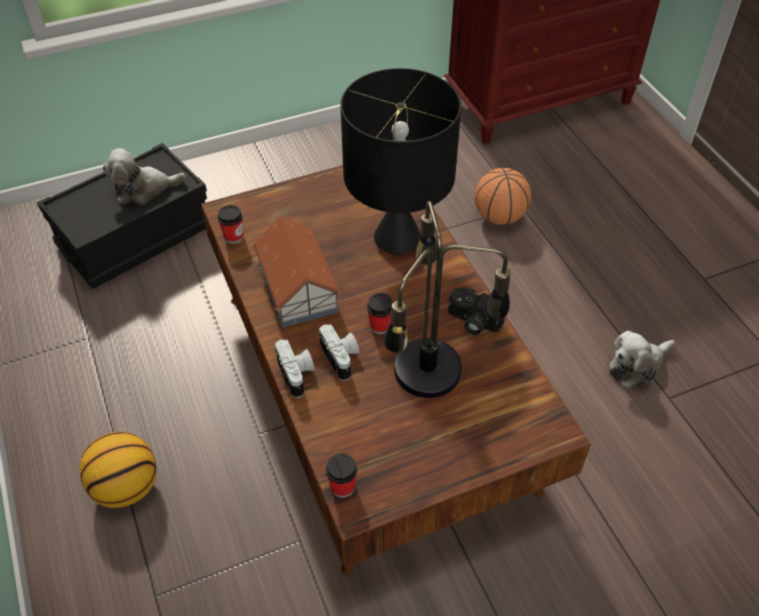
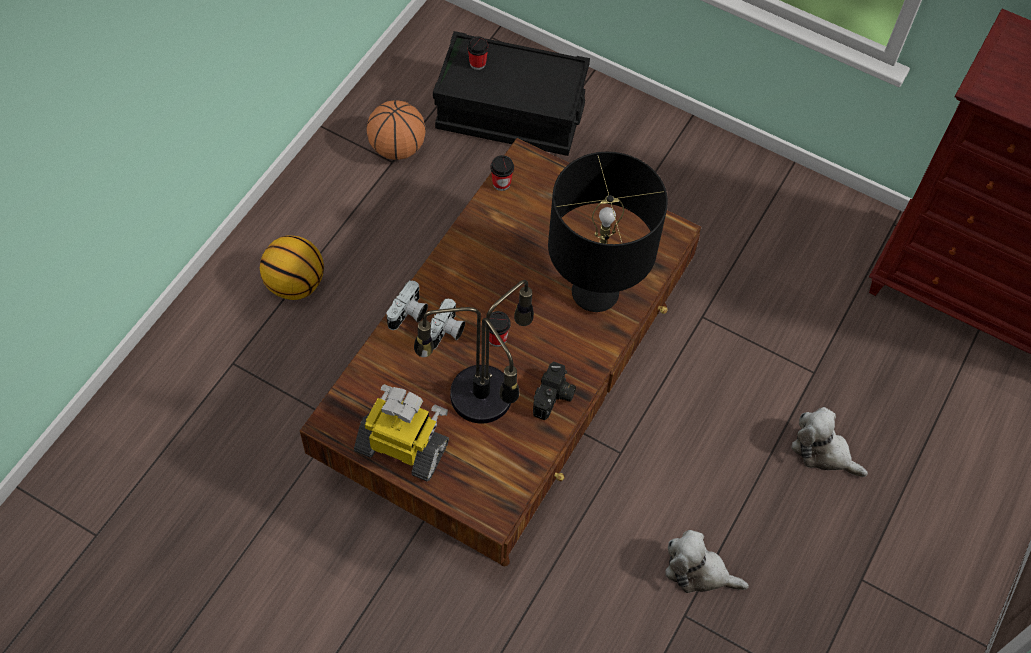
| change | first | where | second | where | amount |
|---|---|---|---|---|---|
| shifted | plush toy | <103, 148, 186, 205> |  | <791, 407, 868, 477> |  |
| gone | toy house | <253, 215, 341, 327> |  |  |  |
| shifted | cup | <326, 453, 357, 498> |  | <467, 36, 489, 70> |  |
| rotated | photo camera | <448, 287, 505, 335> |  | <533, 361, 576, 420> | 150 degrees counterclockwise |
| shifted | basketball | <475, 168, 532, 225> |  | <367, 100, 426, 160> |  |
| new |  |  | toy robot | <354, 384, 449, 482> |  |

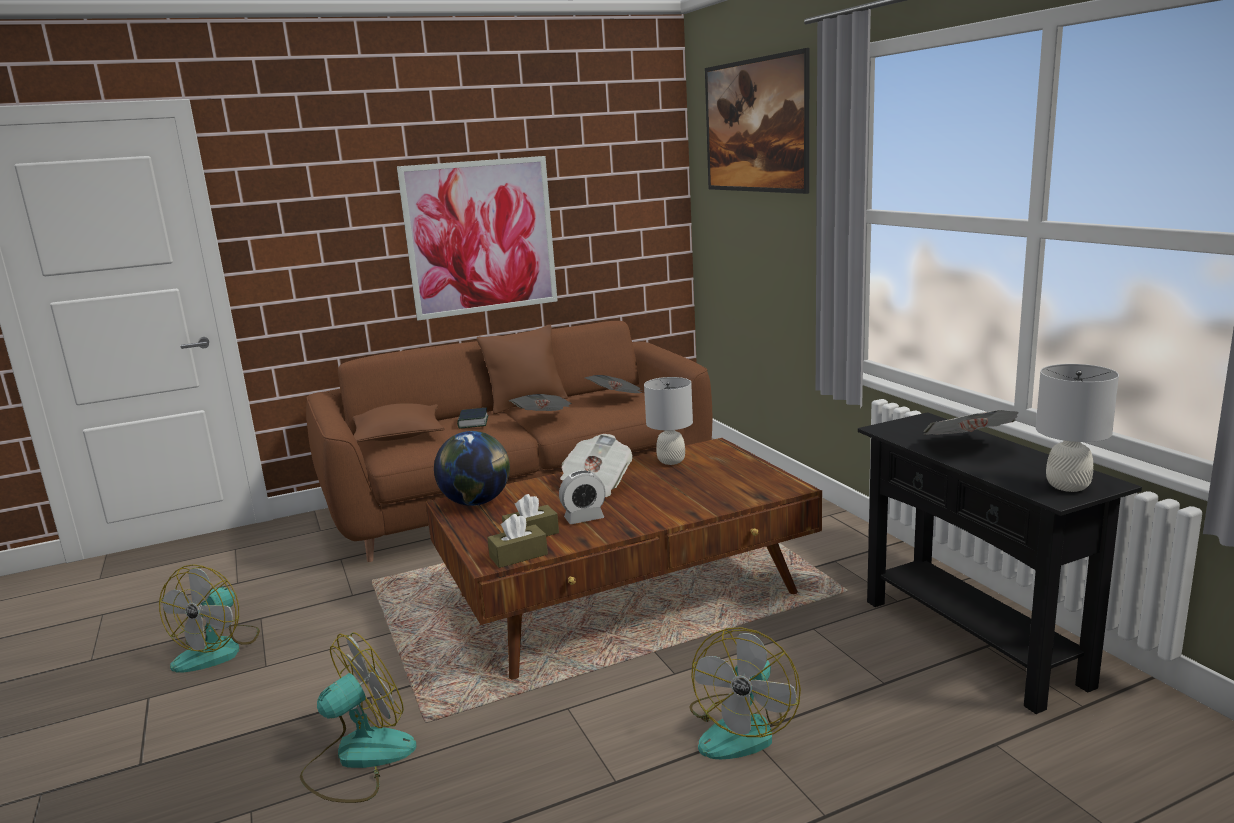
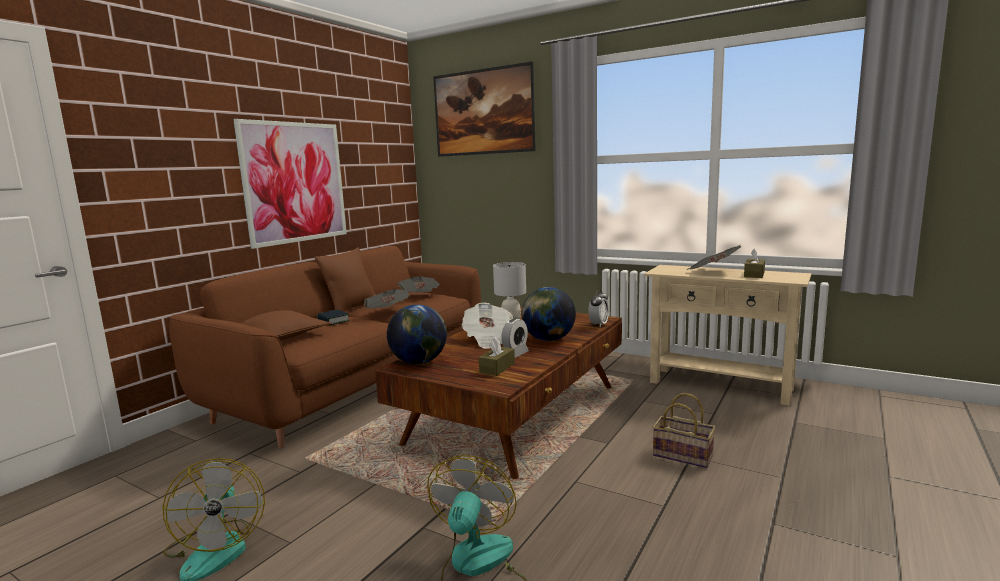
| change | first | where | second | where | amount |
|---|---|---|---|---|---|
| shifted | brown tissue box | <487, 514, 548, 568> |  | <744, 248, 765, 278> |  |
| swapped | fan | <690, 627, 801, 759> | basket | <652, 393, 715, 468> |  |
| repainted | black console table | <858, 412, 1142, 714> | beige console table | <644, 265, 811, 406> |  |
| gone | grey table lamp | <1036, 364, 1119, 492> |  |  |  |
| new |  |  | globe | <521, 287, 576, 341> |  |
| new |  |  | alarm clock | <588, 289, 609, 327> |  |

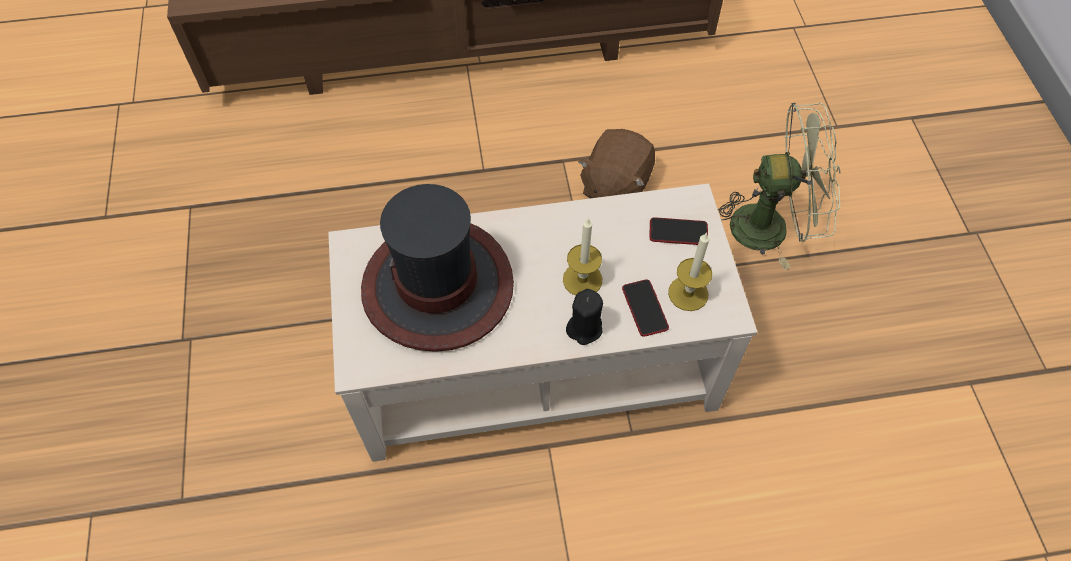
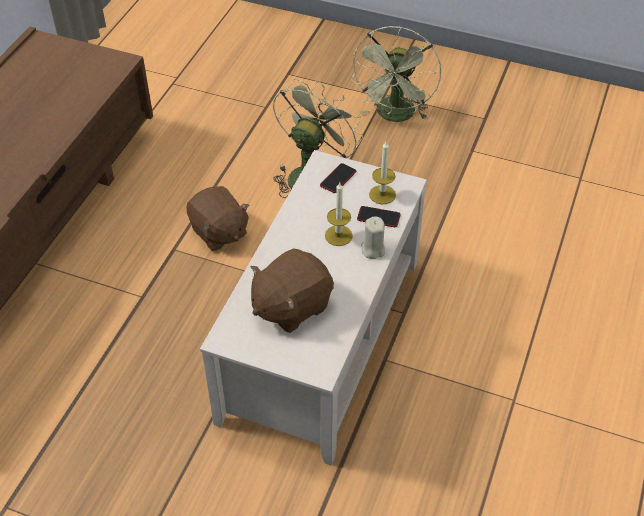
| change | first | where | second | where | amount |
|---|---|---|---|---|---|
| swapped | hat | <361, 184, 514, 352> | brown plush toy | <251, 249, 334, 333> |  |
| repainted | black candle | <566, 289, 603, 345> | beige candle | <361, 217, 385, 259> |  |
| new |  |  | green fan | <351, 26, 441, 122> |  |

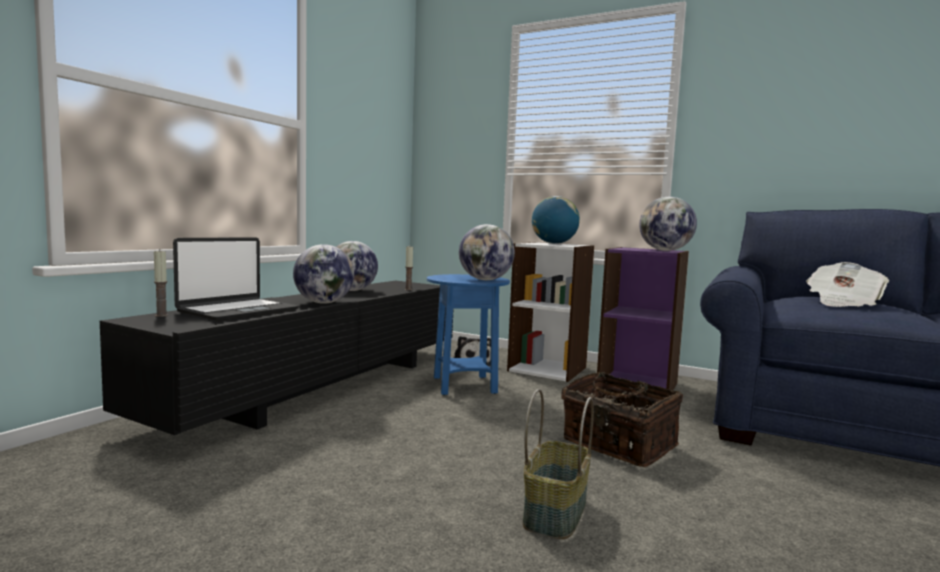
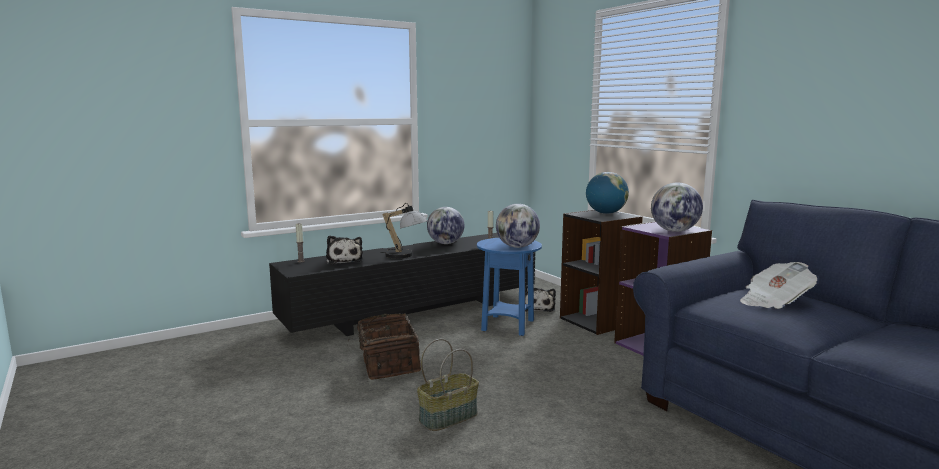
| change | first | where | second | where | amount |
|---|---|---|---|---|---|
| swapped | laptop | <173, 237, 299, 321> | plush toy | <326, 235, 363, 265> |  |
| swapped | globe | <293, 244, 354, 304> | table lamp | <380, 203, 427, 259> |  |
| repainted | white bookcase | <507, 242, 594, 382> | black bookcase | <560, 210, 643, 335> |  |
| shifted | basket | <561, 372, 683, 467> |  | <347, 313, 421, 380> |  |

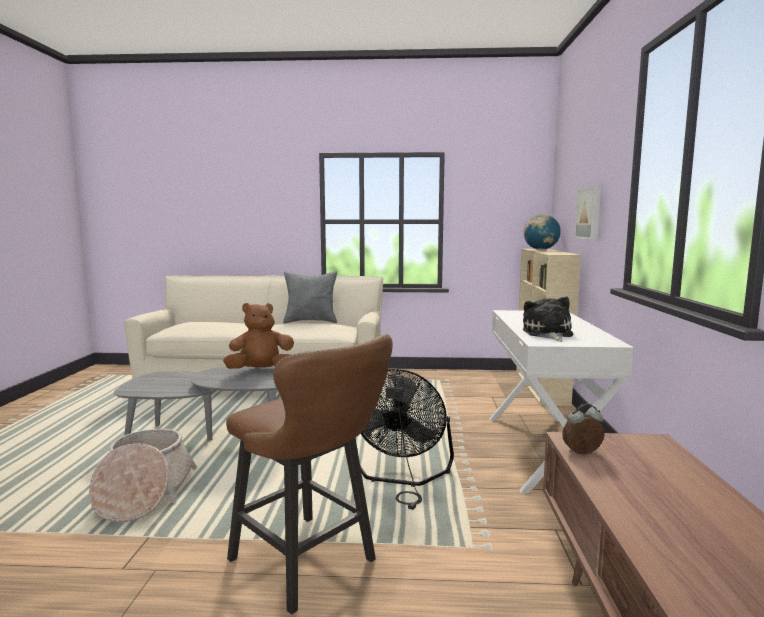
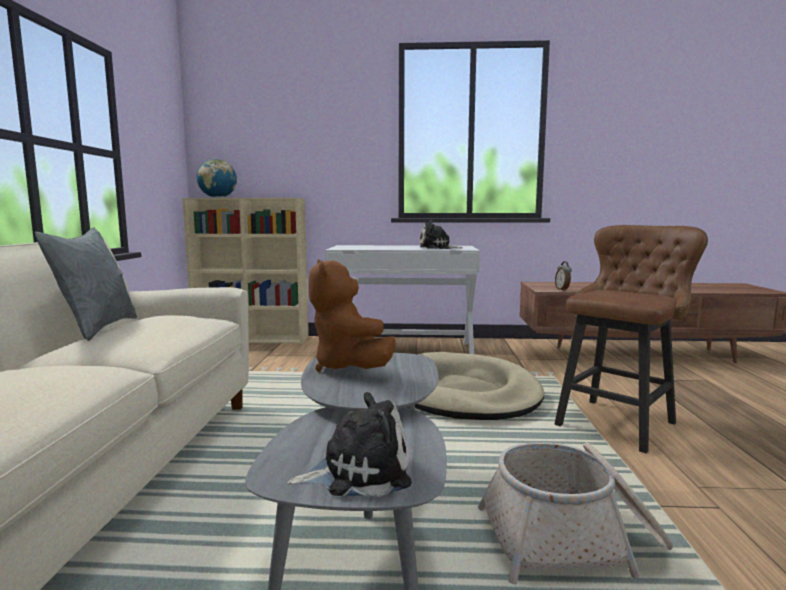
| change | first | where | second | where | amount |
|---|---|---|---|---|---|
| swapped | black fan | <360, 369, 454, 510> | beige dog bed | <415, 352, 544, 420> |  |
| gone | picture | <574, 186, 601, 240> |  |  |  |
| new |  |  | plush toy | <287, 392, 412, 497> |  |

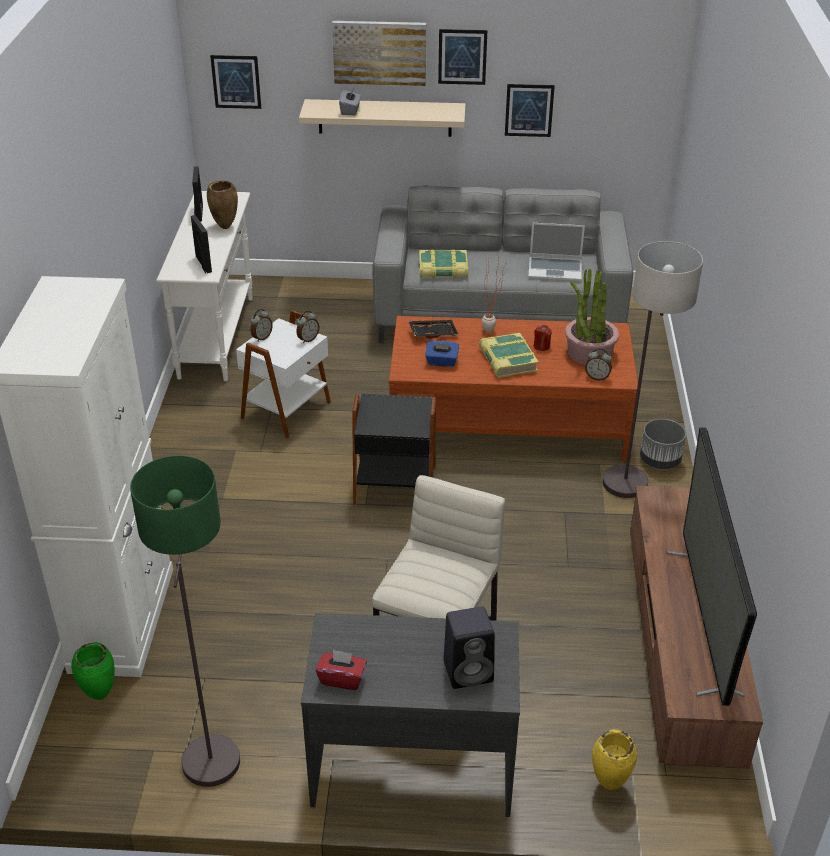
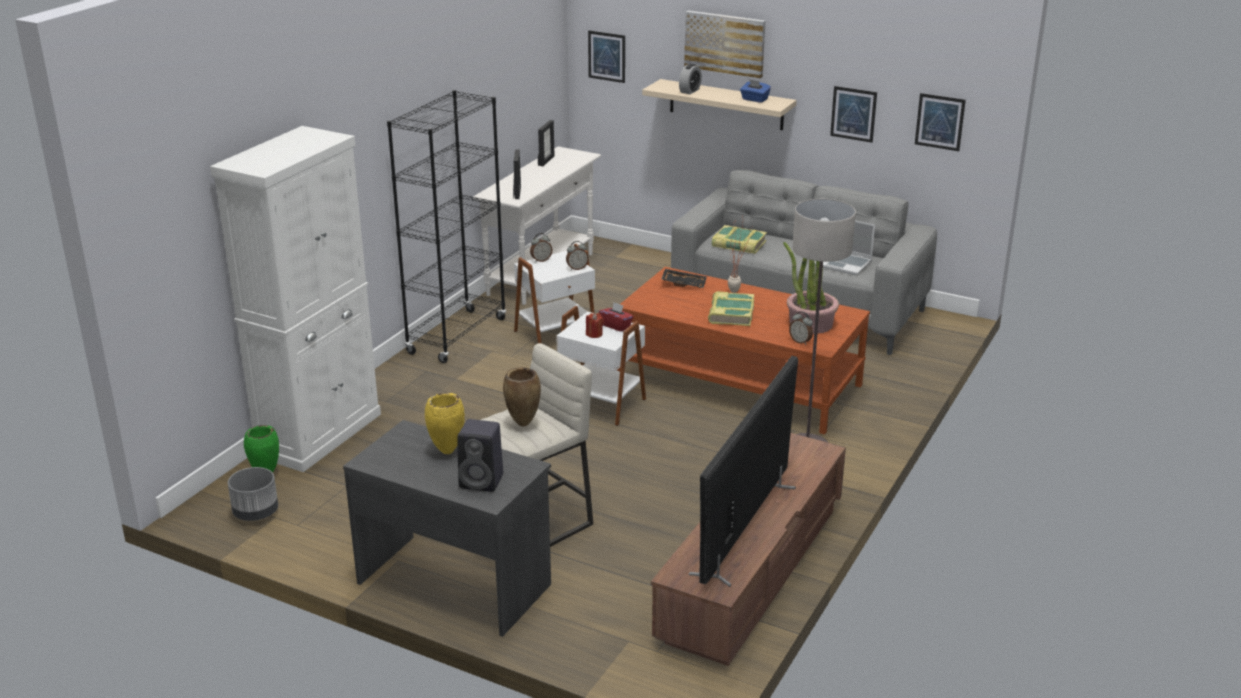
| change | first | where | second | where | amount |
|---|---|---|---|---|---|
| gone | green floor lamp | <130, 456, 240, 787> |  |  |  |
| shifted | brown vase | <207, 181, 238, 229> |  | <503, 367, 541, 427> |  |
| shifted | red tissue box | <315, 649, 367, 690> |  | <599, 302, 634, 332> |  |
| swapped | grey tissue box | <339, 88, 361, 115> | alarm clock | <679, 64, 702, 94> |  |
| repainted | black side table | <352, 394, 436, 506> | white side table | <556, 306, 646, 426> |  |
| shifted | blue tissue box | <425, 341, 459, 367> |  | <740, 79, 771, 103> |  |
| shifted | picture | <438, 29, 487, 85> |  | <915, 93, 966, 151> |  |
| shifted | red candle | <534, 325, 552, 351> |  | <586, 313, 604, 338> |  |
| shifted | yellow vase | <592, 729, 637, 790> |  | <425, 393, 465, 454> |  |
| shifted | grey planter | <640, 419, 686, 469> |  | <228, 467, 278, 521> |  |
| new |  |  | black bookcase | <387, 90, 506, 363> |  |

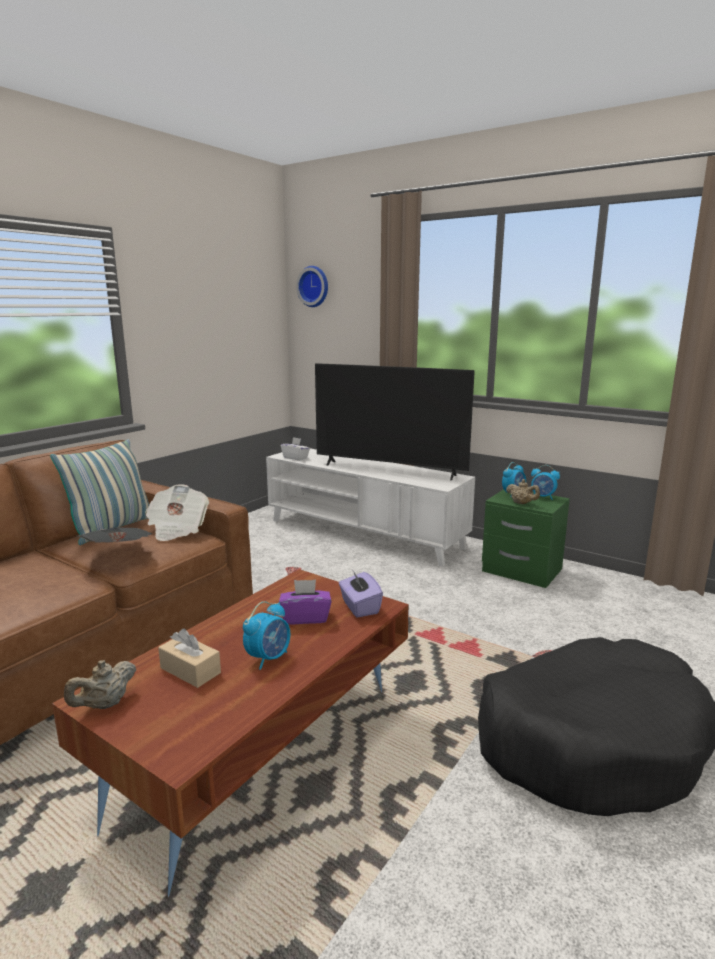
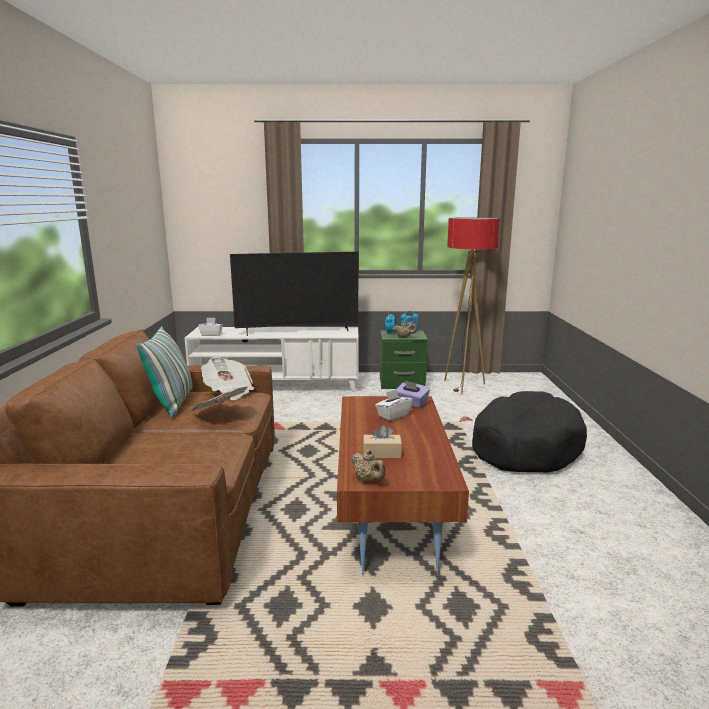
| change | first | where | second | where | amount |
|---|---|---|---|---|---|
| rotated | beige teapot | <64, 660, 136, 709> |  | <351, 449, 386, 482> | 45 degrees counterclockwise |
| gone | alarm clock | <243, 601, 290, 670> |  |  |  |
| repainted | purple tissue box | <279, 580, 331, 625> | white tissue box | <375, 389, 412, 421> |  |
| gone | wall clock | <296, 266, 328, 307> |  |  |  |
| new |  |  | floor lamp | <444, 217, 500, 394> |  |

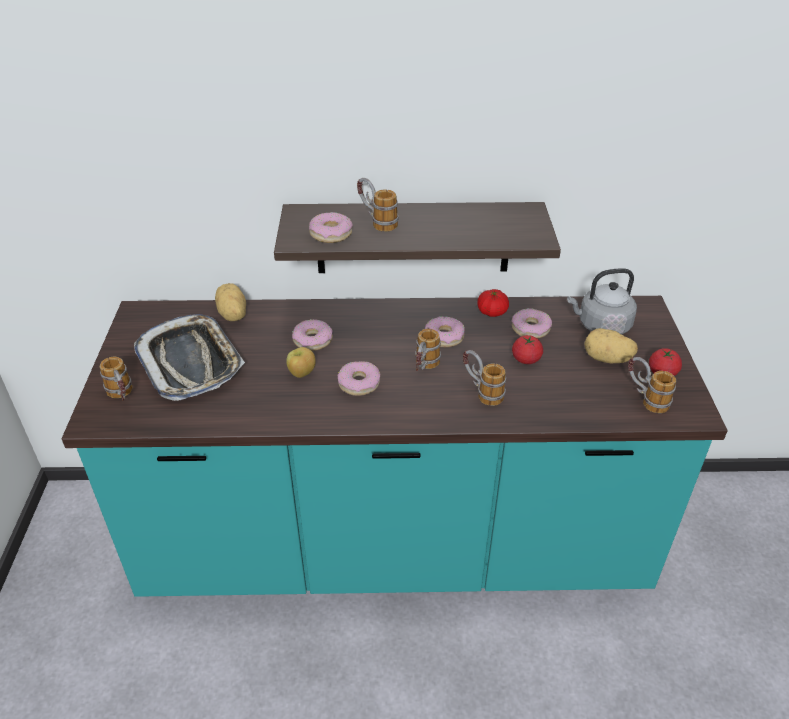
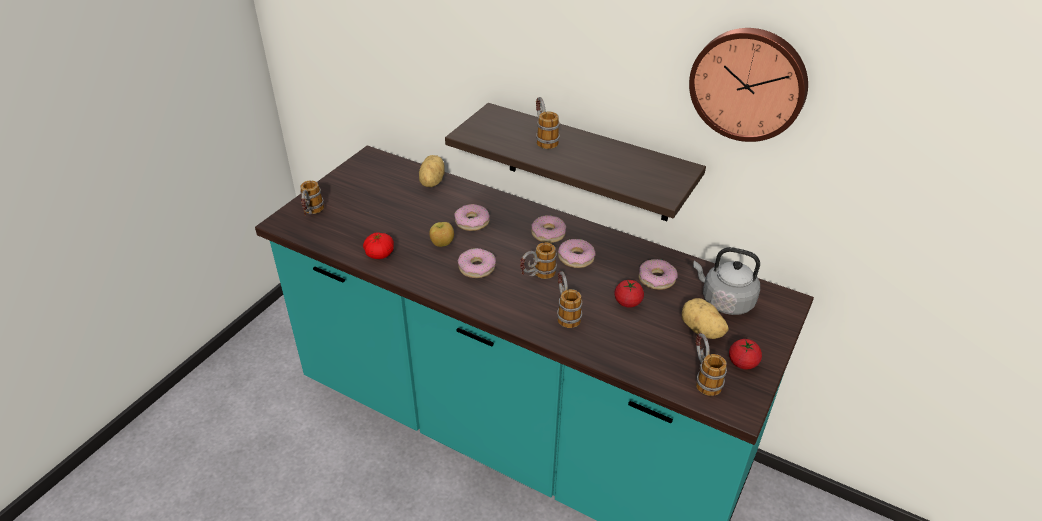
| change | first | where | second | where | amount |
|---|---|---|---|---|---|
| gone | tray | <134, 314, 245, 401> |  |  |  |
| shifted | donut | <309, 212, 353, 243> |  | <531, 215, 566, 243> |  |
| shifted | tomato | <477, 289, 509, 317> |  | <363, 232, 394, 259> |  |
| new |  |  | wall clock | <689, 28, 808, 142> |  |

